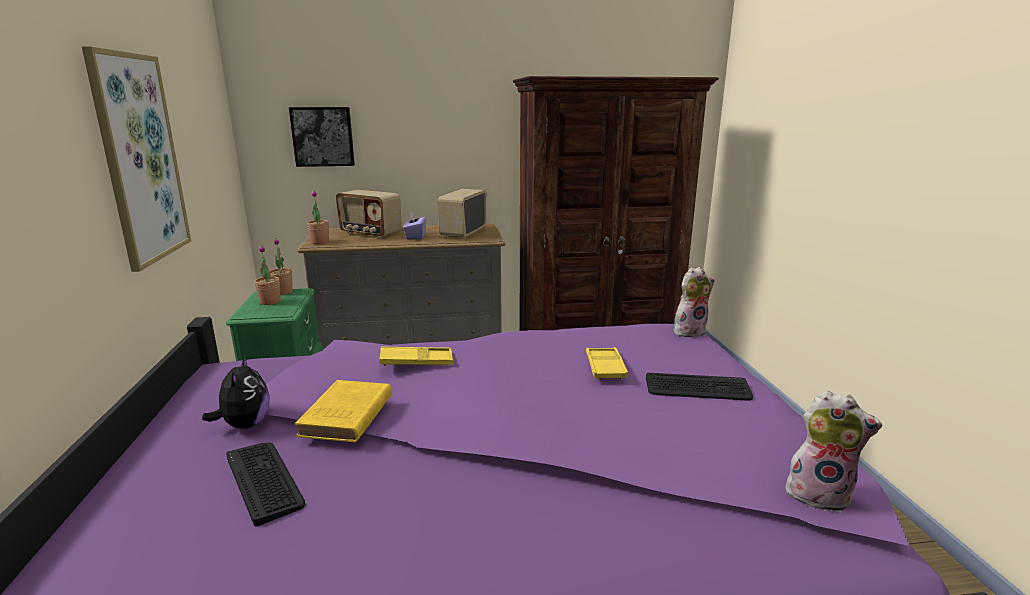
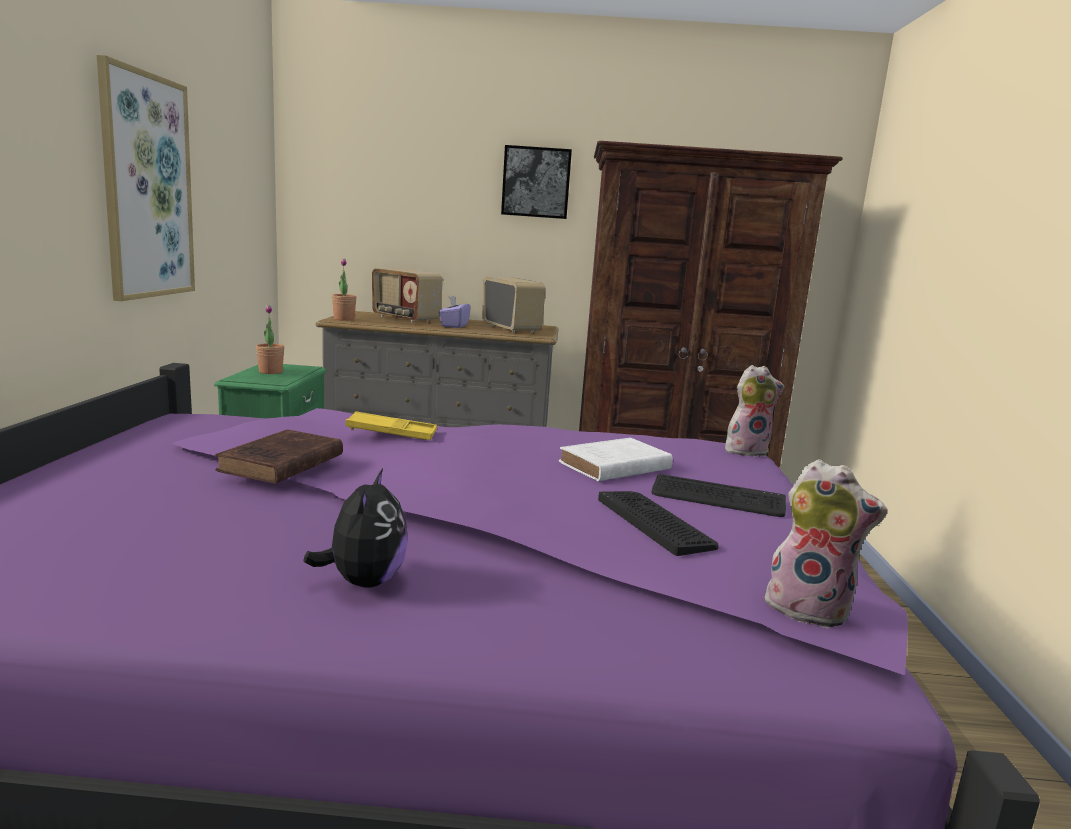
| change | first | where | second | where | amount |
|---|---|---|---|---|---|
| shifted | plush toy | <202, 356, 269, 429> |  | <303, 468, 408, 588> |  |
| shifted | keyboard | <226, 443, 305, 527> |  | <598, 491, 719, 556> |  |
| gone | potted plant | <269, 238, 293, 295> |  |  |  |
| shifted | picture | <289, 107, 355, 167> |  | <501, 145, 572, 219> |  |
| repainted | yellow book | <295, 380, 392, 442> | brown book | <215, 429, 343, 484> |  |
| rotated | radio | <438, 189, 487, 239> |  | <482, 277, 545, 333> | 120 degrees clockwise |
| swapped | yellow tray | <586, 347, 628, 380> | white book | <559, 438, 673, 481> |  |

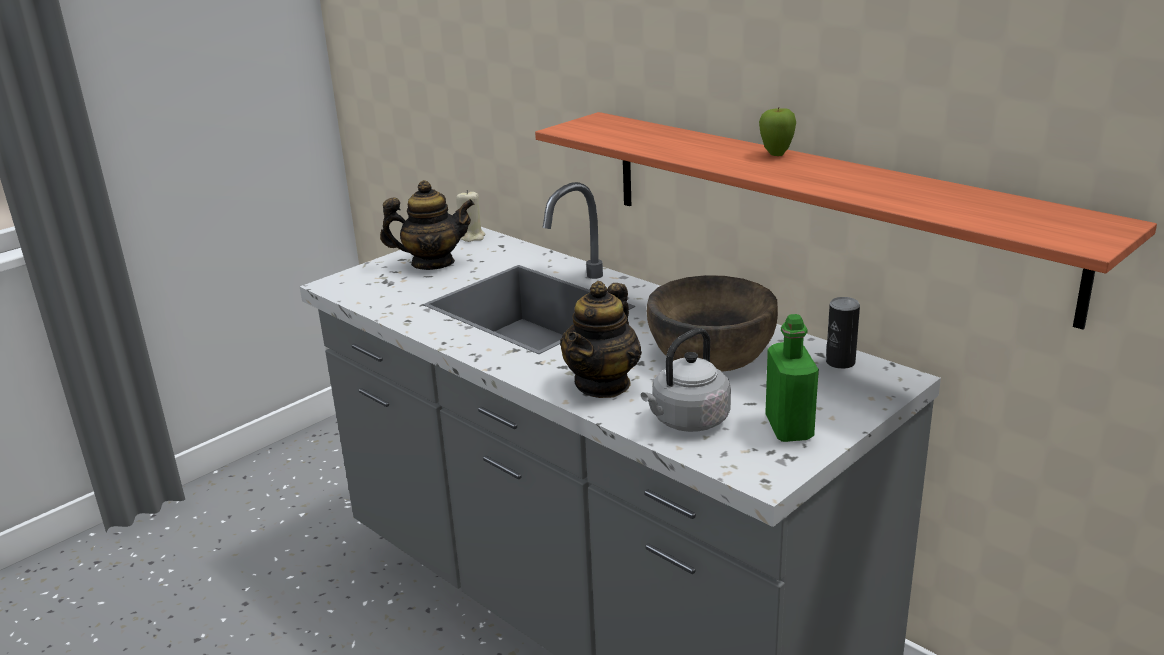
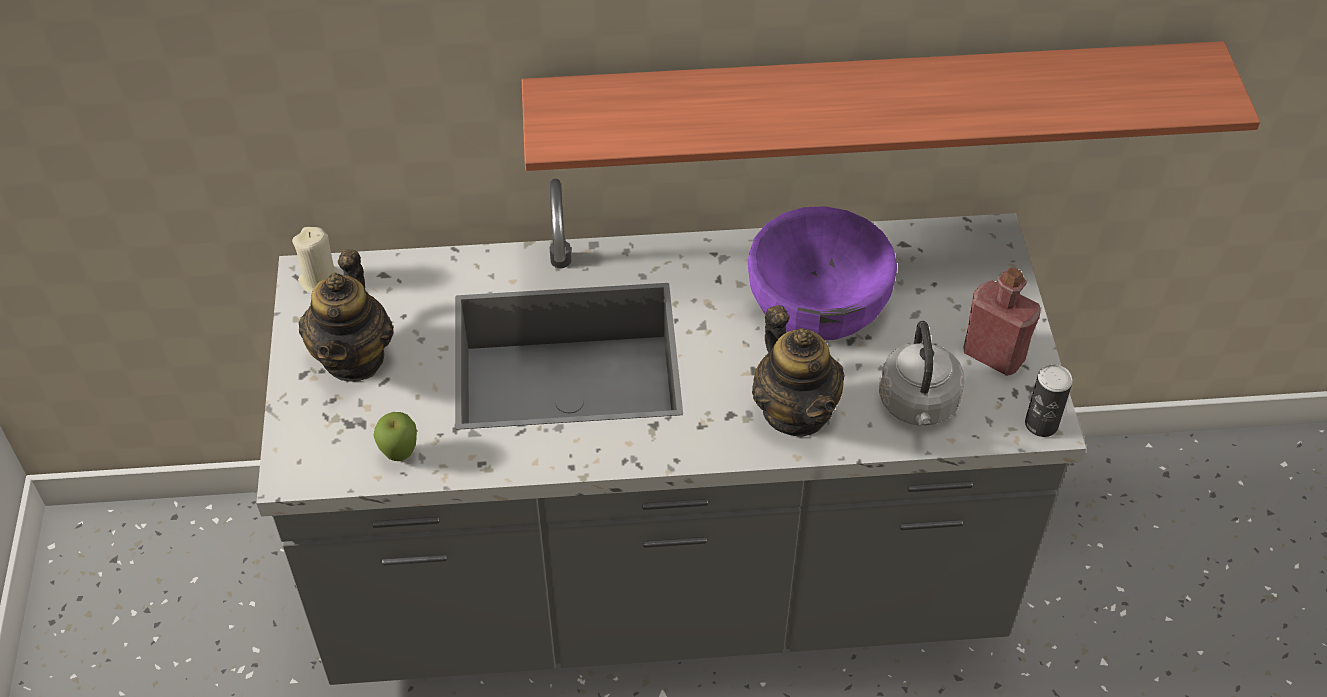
| change | first | where | second | where | amount |
|---|---|---|---|---|---|
| rotated | teapot | <380, 180, 475, 270> |  | <299, 249, 394, 382> | 150 degrees clockwise |
| repainted | brown bowl | <647, 275, 778, 372> | purple bowl | <748, 206, 897, 340> |  |
| shifted | apple | <759, 107, 796, 156> |  | <373, 412, 417, 461> |  |
| repainted | green bottle | <765, 314, 819, 442> | red bottle | <964, 267, 1041, 376> |  |
| shifted | can | <826, 297, 860, 369> |  | <1025, 364, 1073, 437> |  |

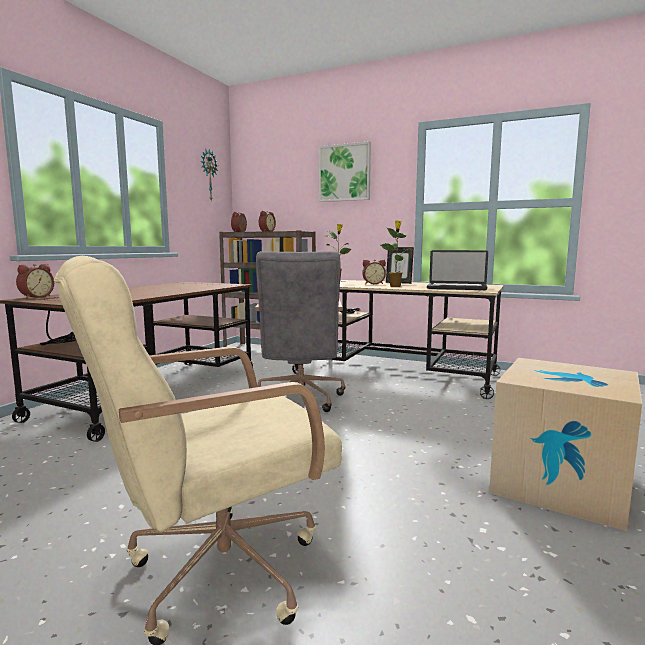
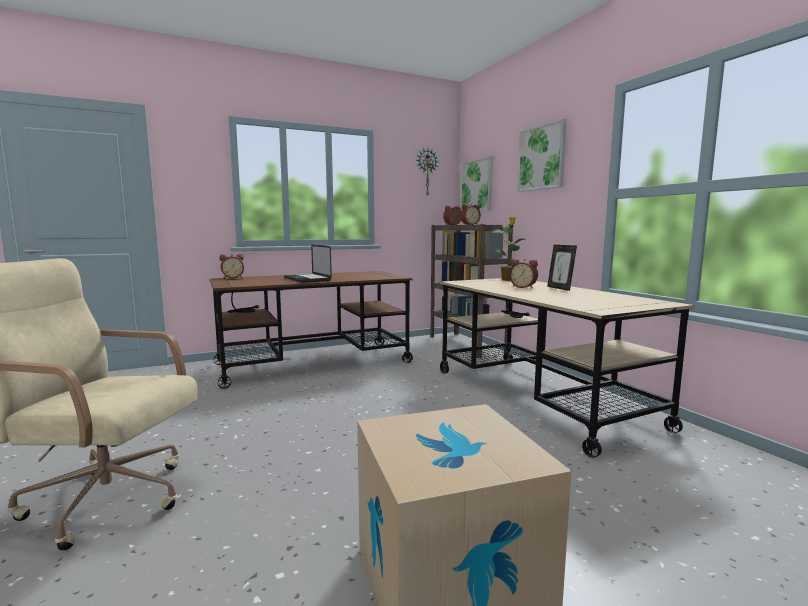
| change | first | where | second | where | amount |
|---|---|---|---|---|---|
| gone | grey office chair | <255, 251, 345, 412> |  |  |  |
| gone | potted plant | <380, 220, 414, 287> |  |  |  |
| shifted | laptop | <427, 250, 488, 290> |  | <284, 245, 332, 283> |  |
| new |  |  | picture | <460, 156, 493, 211> |  |

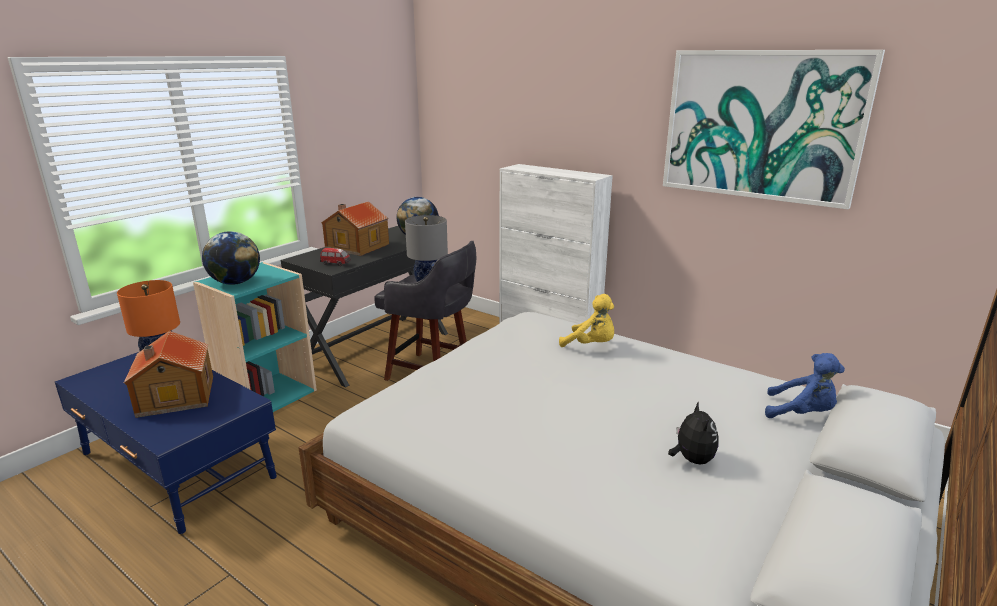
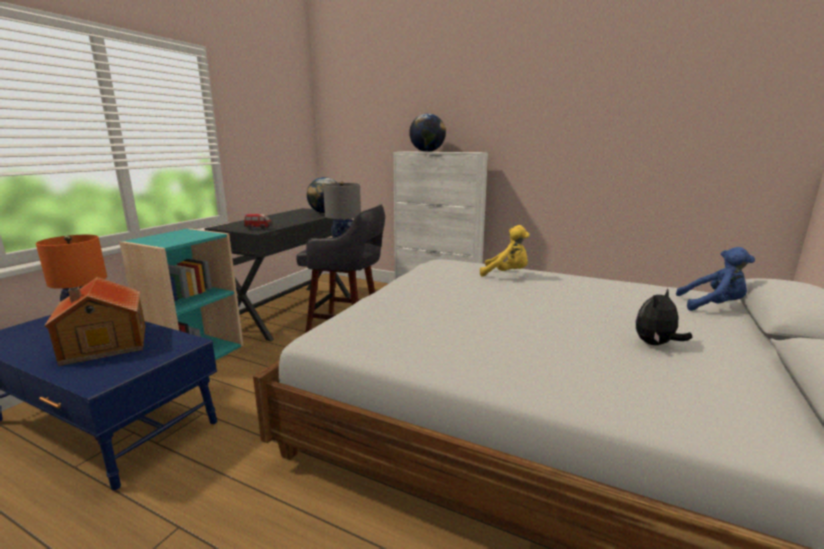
| change | first | where | second | where | amount |
|---|---|---|---|---|---|
| shifted | globe | <202, 231, 260, 285> |  | <409, 113, 446, 152> |  |
| gone | toy house | <321, 201, 389, 256> |  |  |  |
| gone | picture | <663, 50, 885, 210> |  |  |  |
| rotated | plush toy | <668, 401, 718, 464> |  | <636, 288, 692, 345> | 120 degrees counterclockwise |

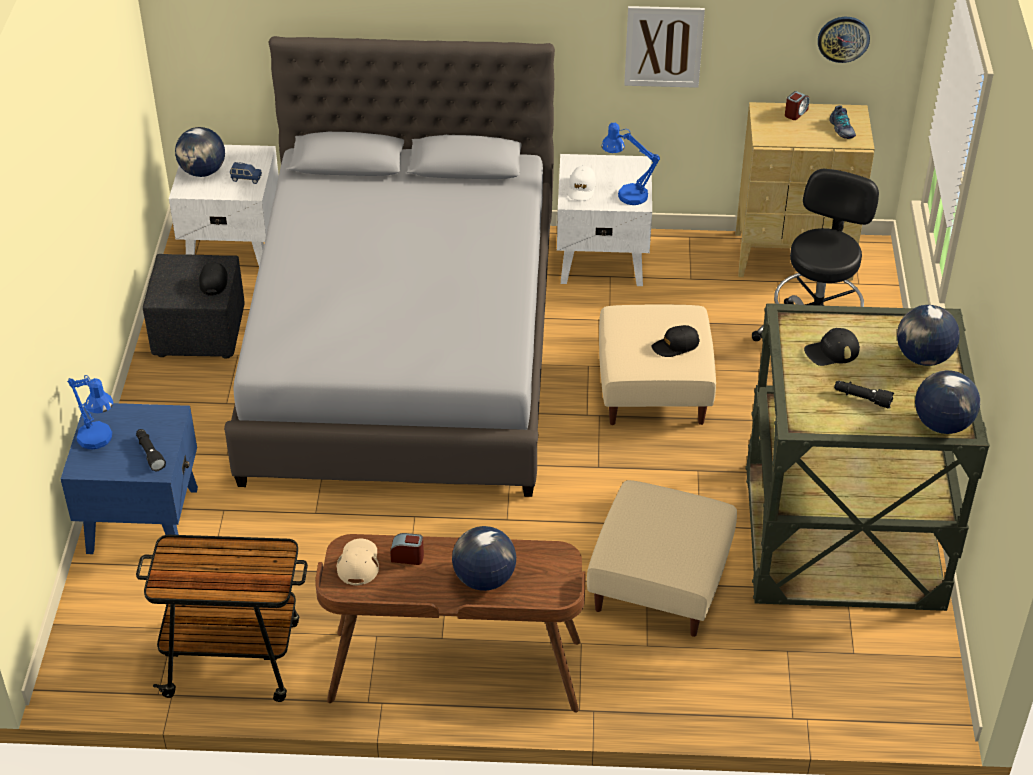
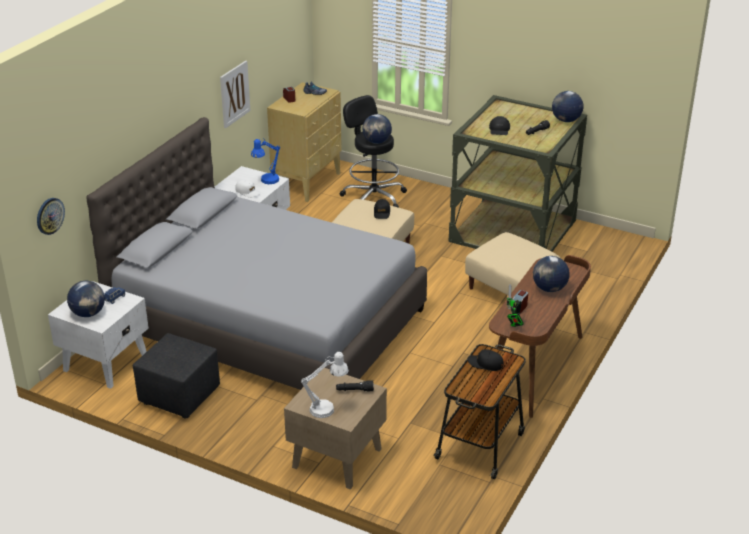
| change | first | where | second | where | amount |
|---|---|---|---|---|---|
| repainted | blue nightstand | <61, 402, 198, 554> | beige nightstand | <284, 368, 387, 490> |  |
| repainted | blue table lamp | <68, 375, 113, 449> | white table lamp | <301, 352, 349, 418> |  |
| shifted | black cap | <199, 263, 228, 296> |  | <468, 349, 504, 371> |  |
| swapped | beige cap | <337, 539, 379, 585> | toy robot | <507, 284, 524, 327> |  |
| shifted | wall clock | <818, 17, 870, 63> |  | <37, 198, 65, 235> |  |
| shifted | globe | <897, 305, 960, 366> |  | <362, 114, 392, 144> |  |

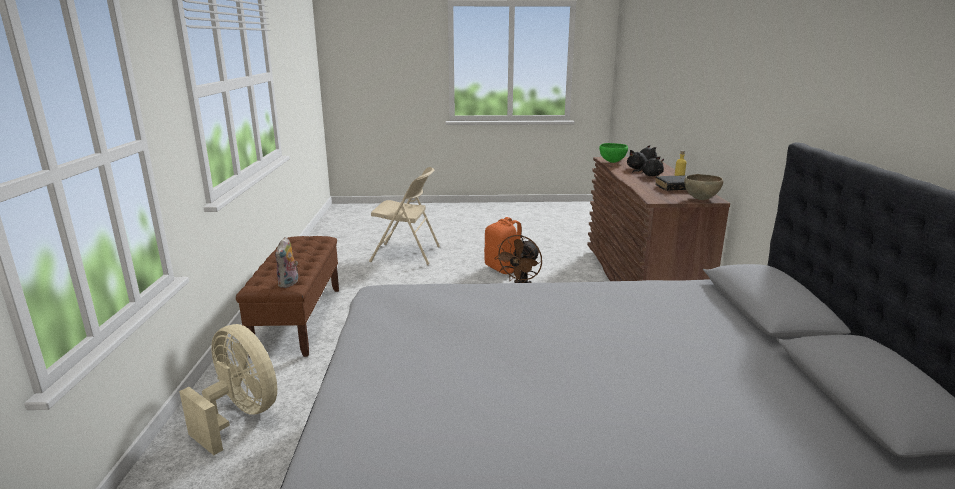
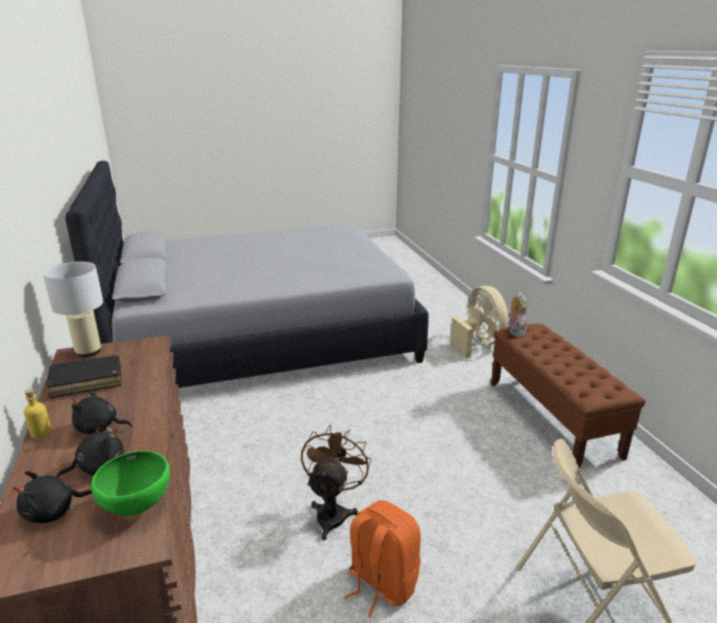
| change | first | where | second | where | amount |
|---|---|---|---|---|---|
| rotated | beige fan | <179, 324, 277, 455> |  | <450, 286, 509, 359> | 135 degrees counterclockwise |
| swapped | brown bowl | <684, 174, 723, 200> | white table lamp | <43, 261, 103, 358> |  |

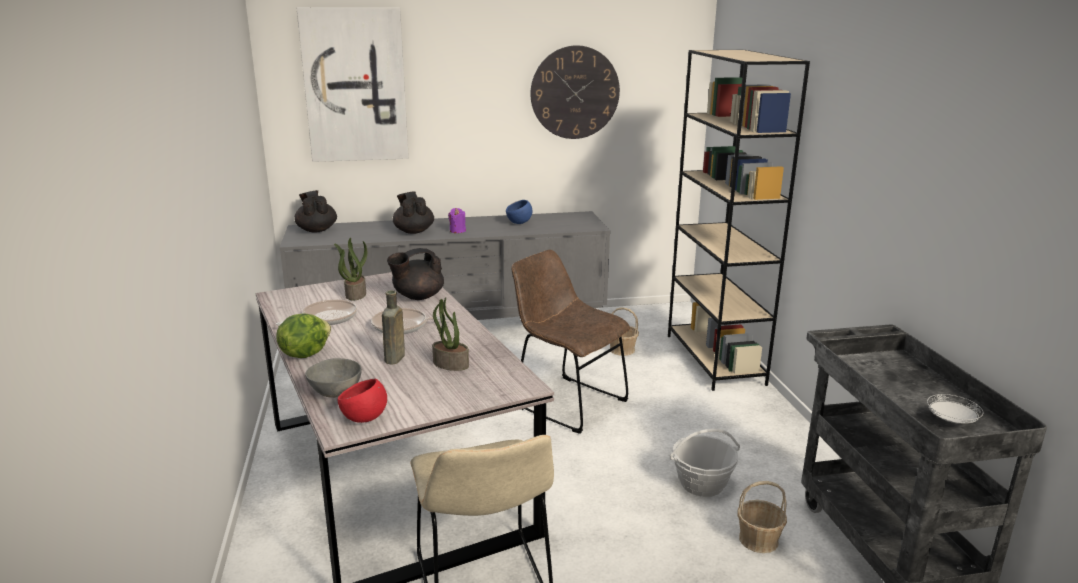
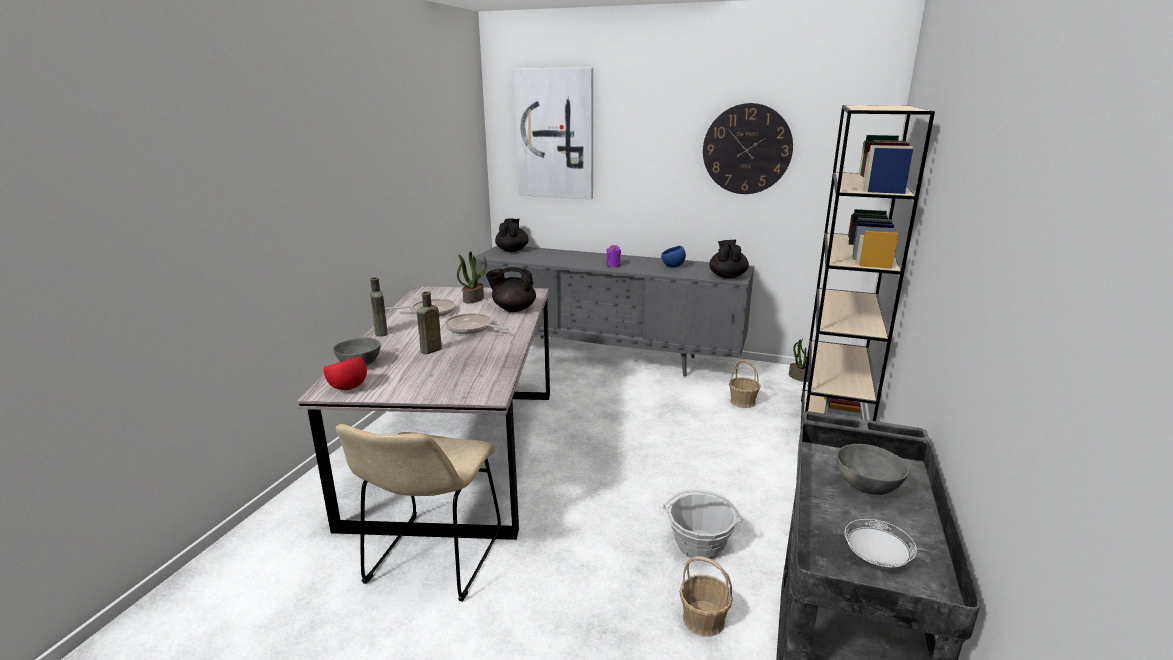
| change | first | where | second | where | amount |
|---|---|---|---|---|---|
| swapped | lettuce | <276, 313, 331, 358> | brown bottle | <370, 277, 388, 337> |  |
| shifted | black teapot | <393, 191, 434, 234> |  | <709, 240, 749, 279> |  |
| shifted | potted plant | <432, 297, 469, 371> |  | <789, 339, 808, 382> |  |
| gone | brown chair | <511, 250, 630, 434> |  |  |  |
| new |  |  | grey bowl | <837, 444, 909, 495> |  |

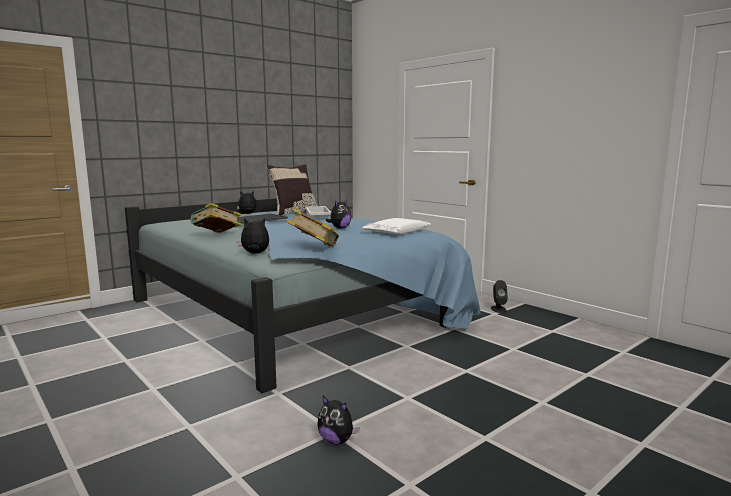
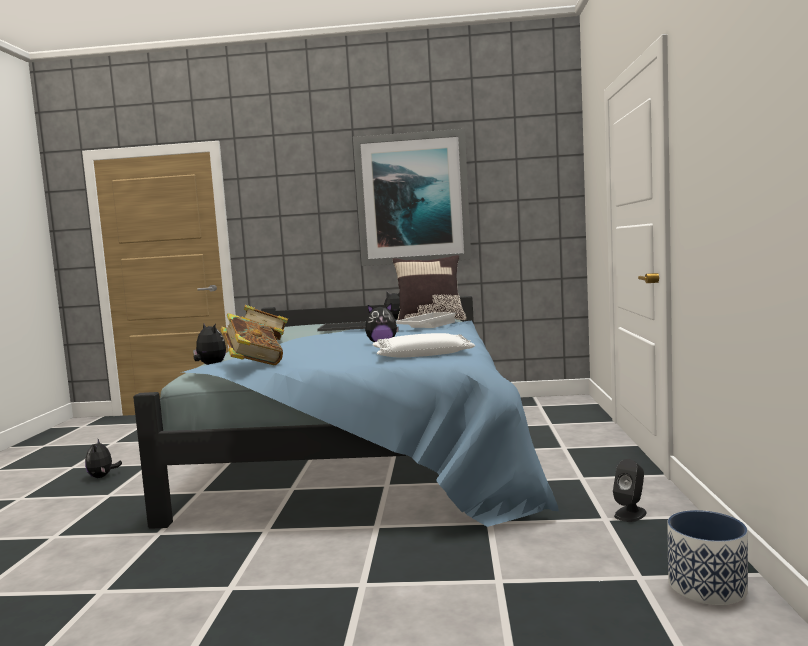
| change | first | where | second | where | amount |
|---|---|---|---|---|---|
| shifted | plush toy | <317, 396, 360, 445> |  | <85, 439, 122, 478> |  |
| new |  |  | picture | <353, 129, 471, 266> |  |
| new |  |  | planter | <668, 510, 748, 605> |  |

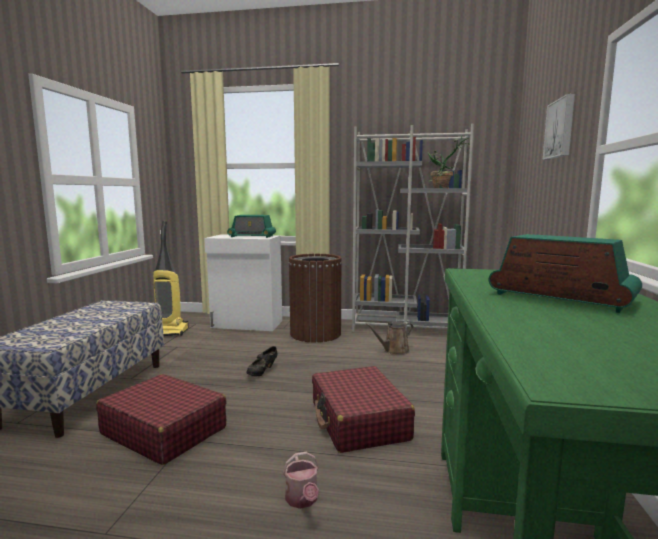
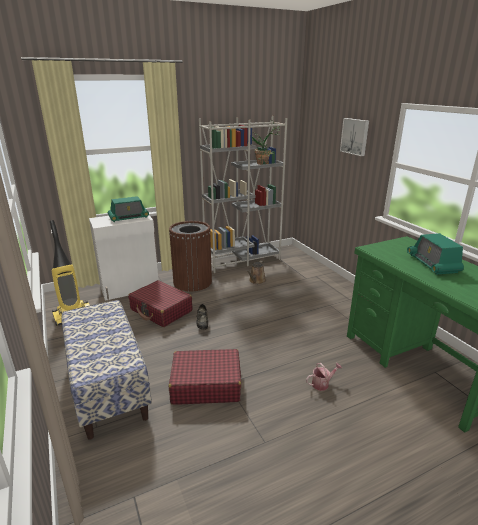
| change | first | where | second | where | amount |
|---|---|---|---|---|---|
| rotated | watering can | <283, 452, 319, 509> |  | <306, 363, 342, 391> | 60 degrees counterclockwise |
| shifted | red suitcase | <312, 366, 415, 453> |  | <128, 280, 192, 327> |  |
| rotated | radio | <489, 234, 642, 313> |  | <407, 233, 464, 275> | 105 degrees counterclockwise |

